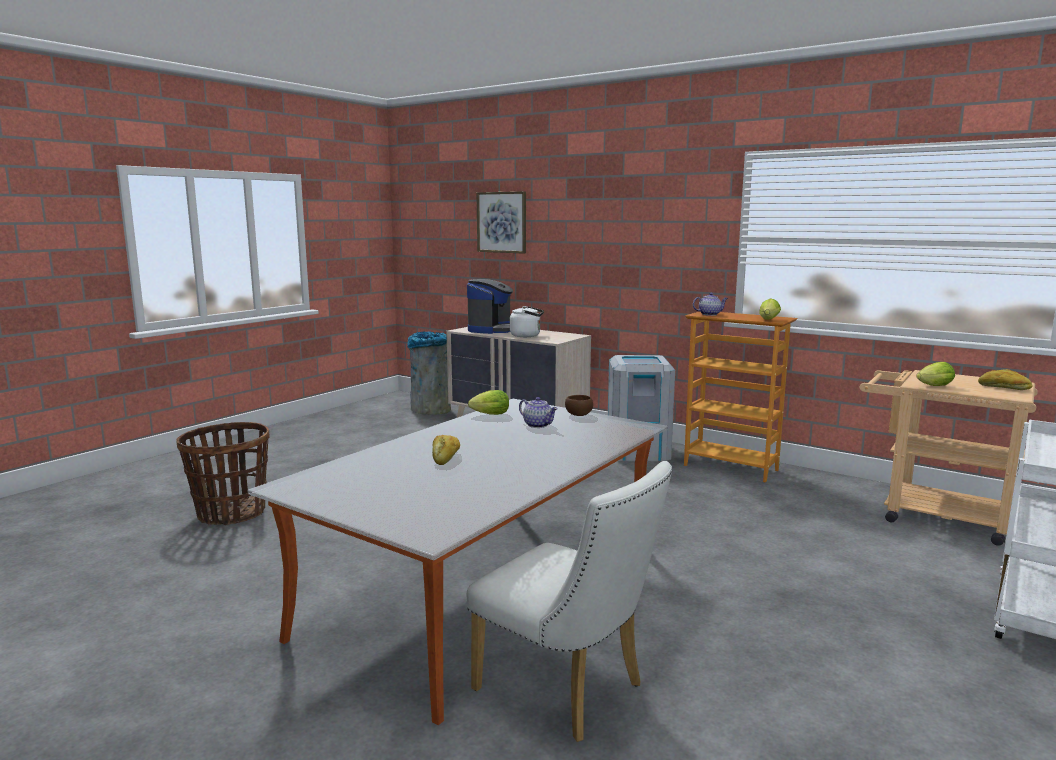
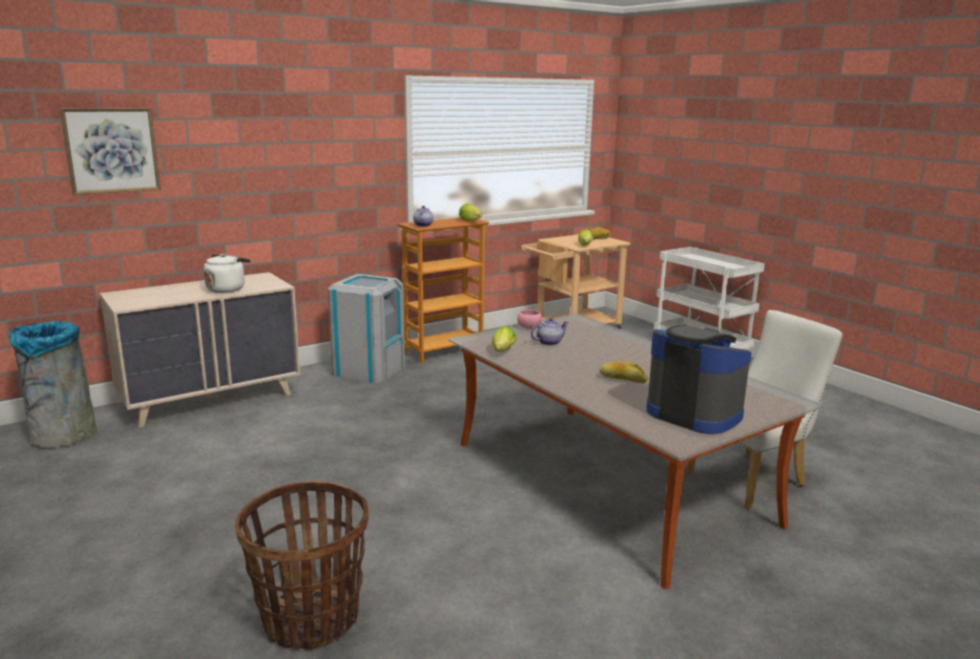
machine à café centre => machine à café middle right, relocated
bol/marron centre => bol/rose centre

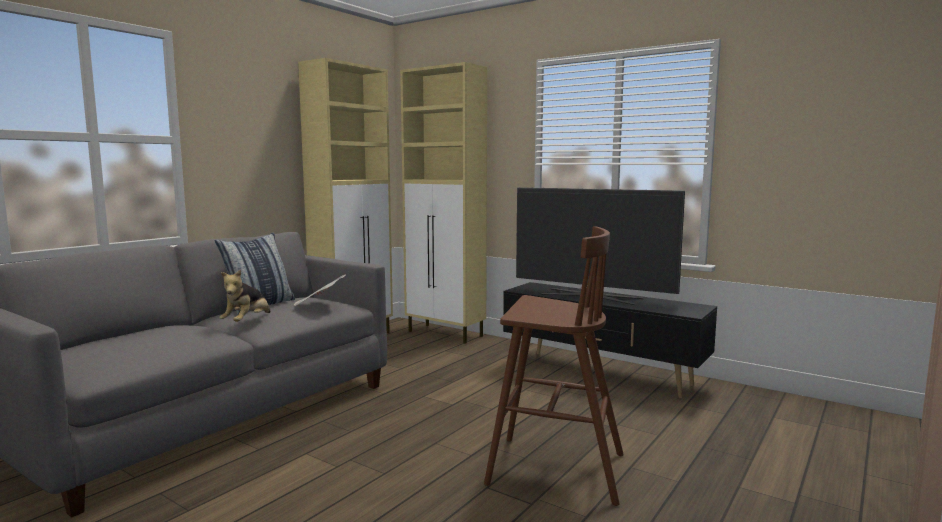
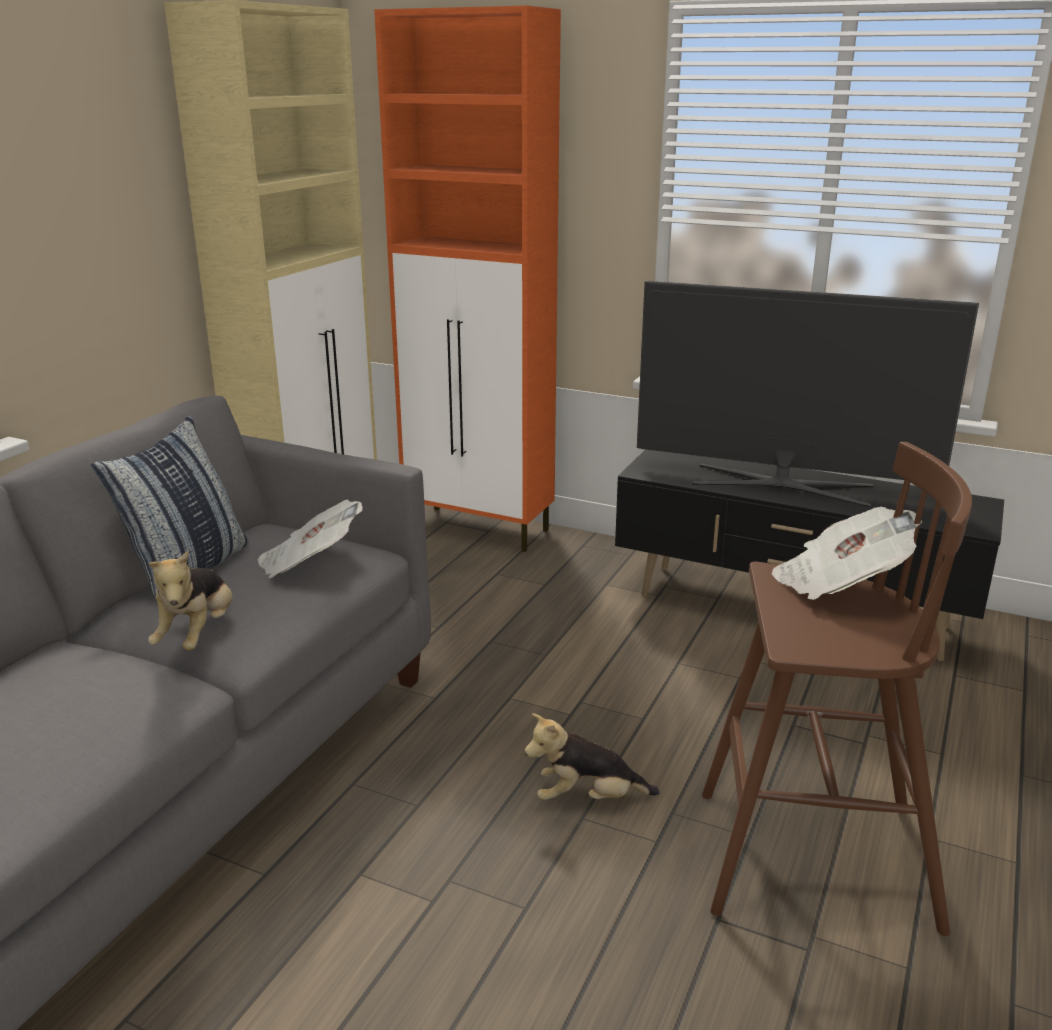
nothing => peluche (no. 2 from left) bottom centre
nothing => journal (no. 2 from left) middle right
meuble de rangement/beige (no. 2 from left) centre => meuble de rangement/orange top centre

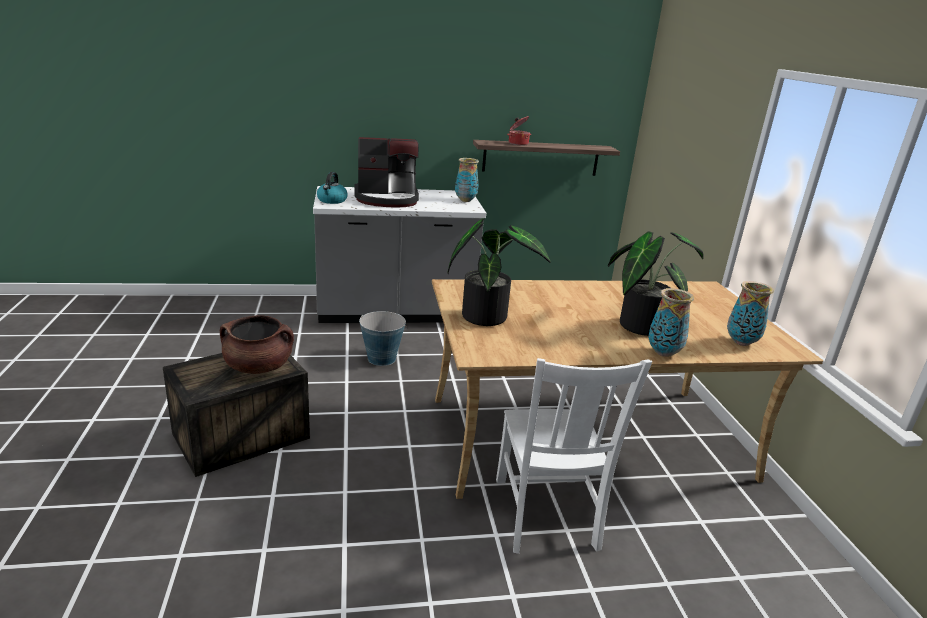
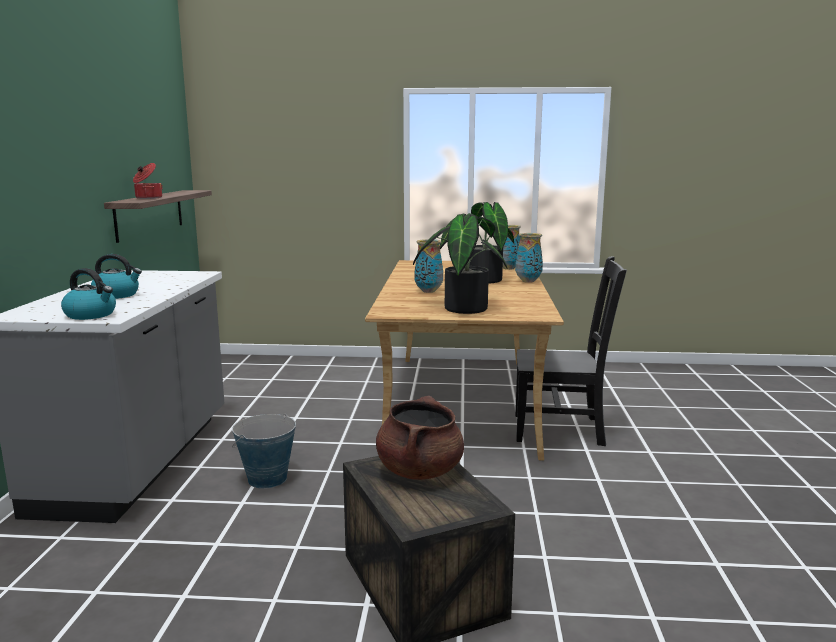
vase (no. 1 from left) top centre => vase (no. 1 from left) centre, relocated
machine à café top centre => bouilloire (no. 2 from left) middle left
chaise/blanc bottom centre => chaise/noir middle right

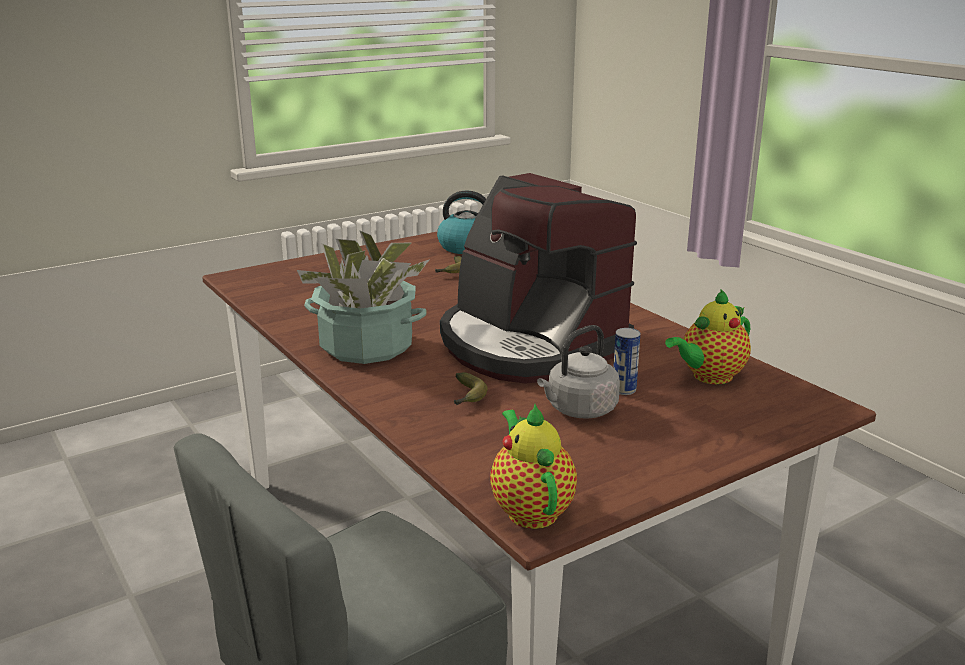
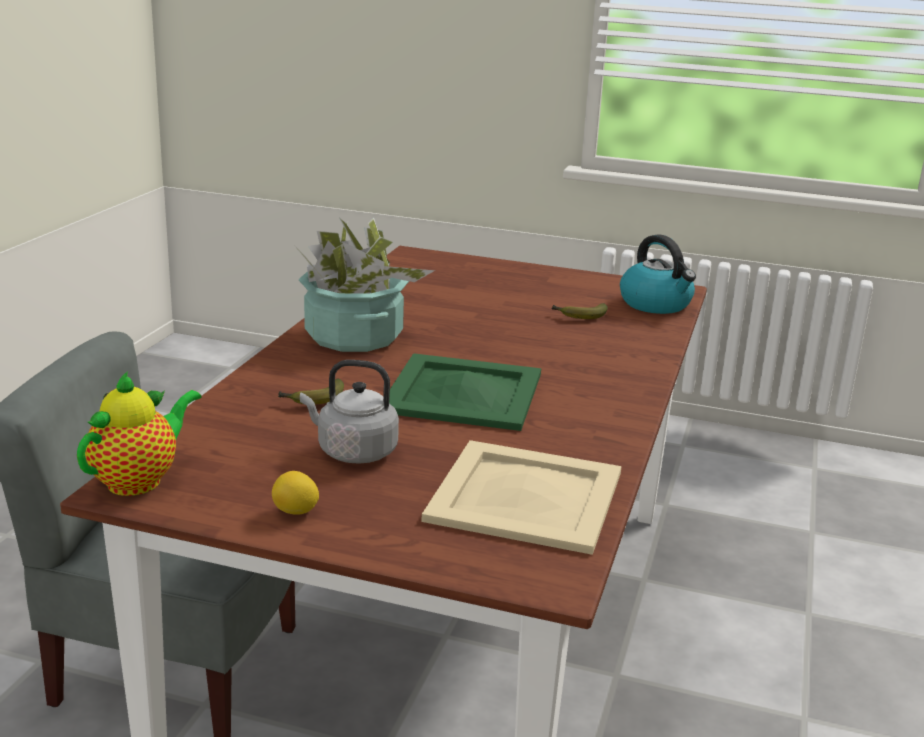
boîte métallique centre => nothing
nothing => citron bottom left
machine à café centre => plateau/vert centre
théière (no. 2 from left) middle right => plateau/beige bottom centre

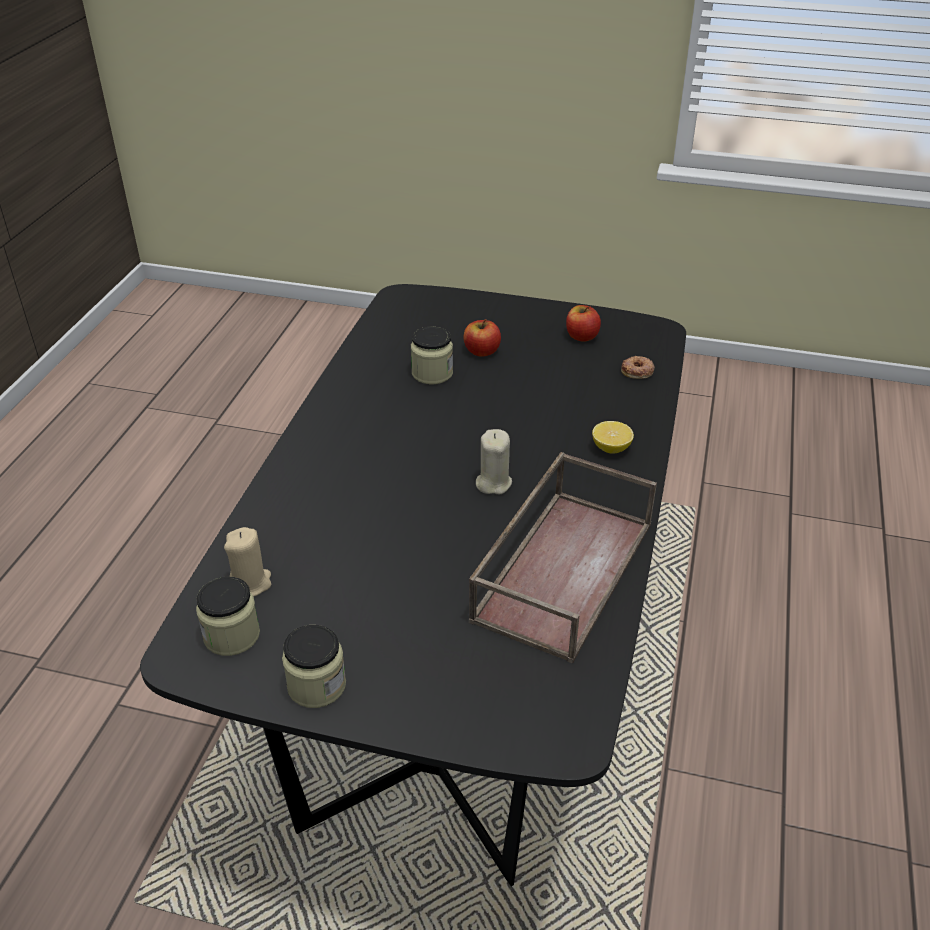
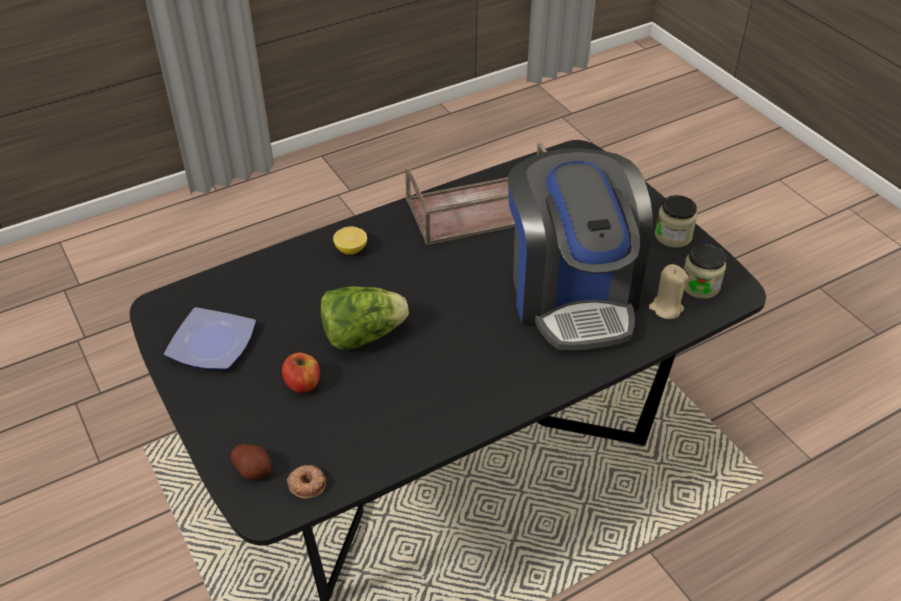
bocal (no. 3 from left) centre => nothing
bougie/beige (no. 2 from left) centre => nothing
nothing => pomme de terre bottom left
nothing => laitue centre
nothing => machine à café centre
beignet middle right => beignet bottom centre, relocated
pomme (no. 2 from left) centre => assiette middle left

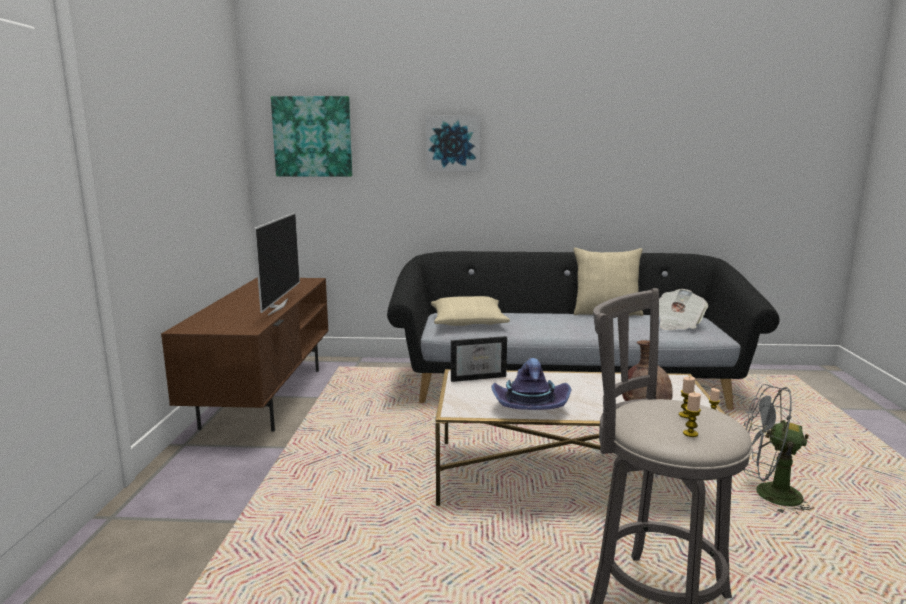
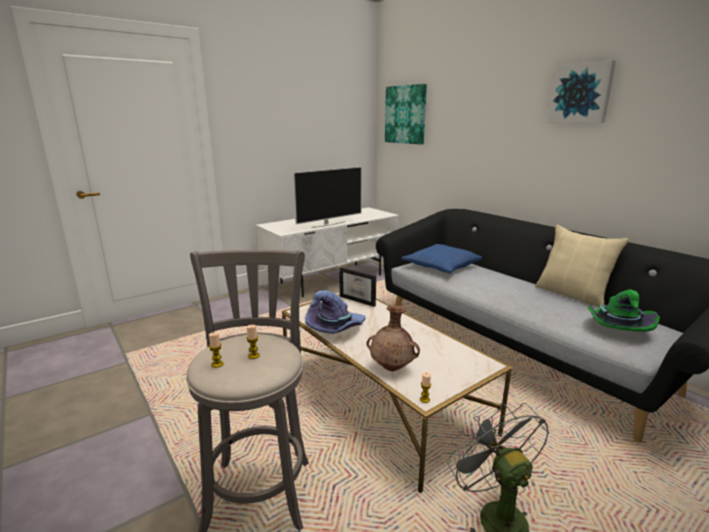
tableau (no. 2 from left) top centre => tableau (no. 2 from left) top right, relocated
journal middle right => chapeau/vert middle right
meuble télé/marron middle left => meuble télé/blanc centre
coussin/beige (no. 1 from left) centre => coussin/bleu centre

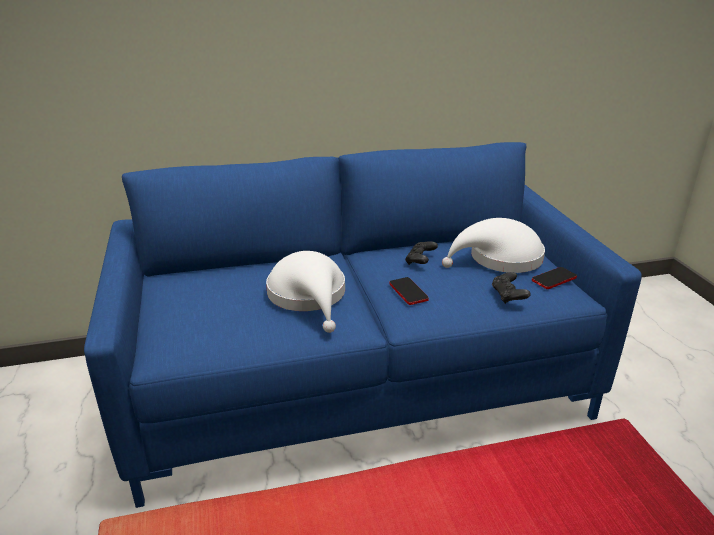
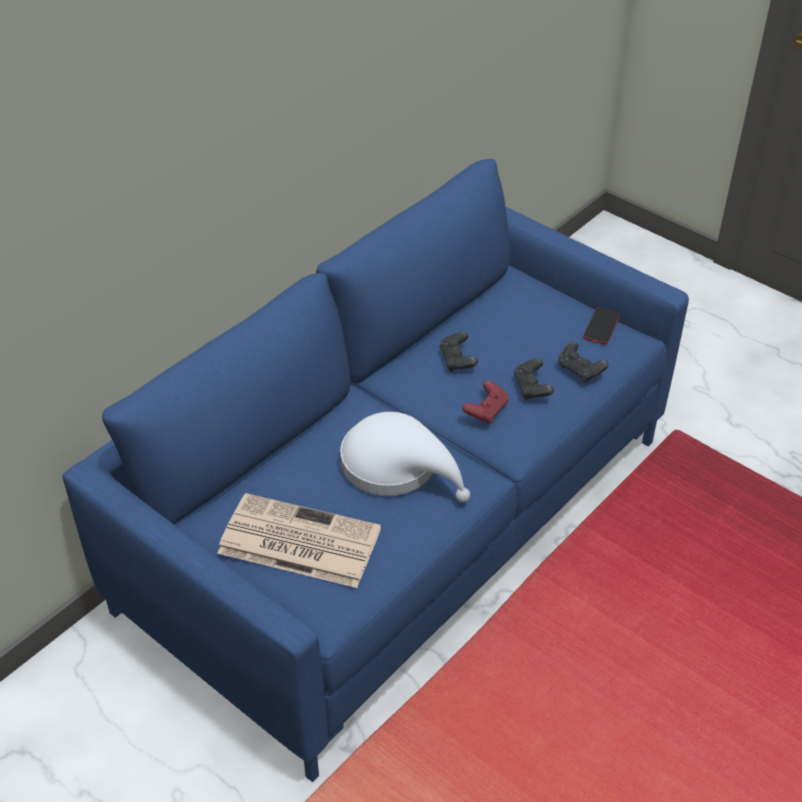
chapeau/blanc (no. 2 from left) middle right => nothing
nothing => journal bottom centre
nothing => manette/noir (no. 2 from left) centre
téléphone (no. 1 from left) centre => manette/rouge centre

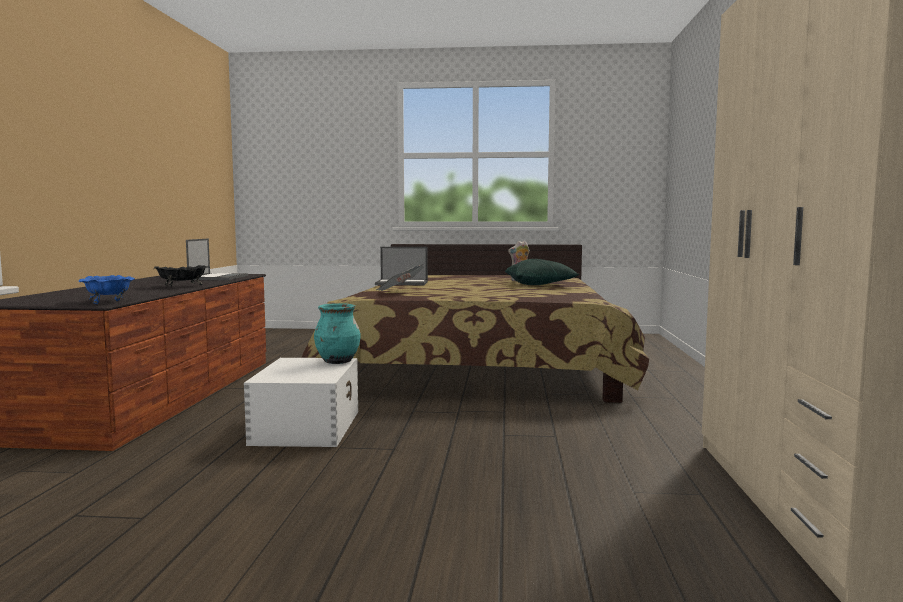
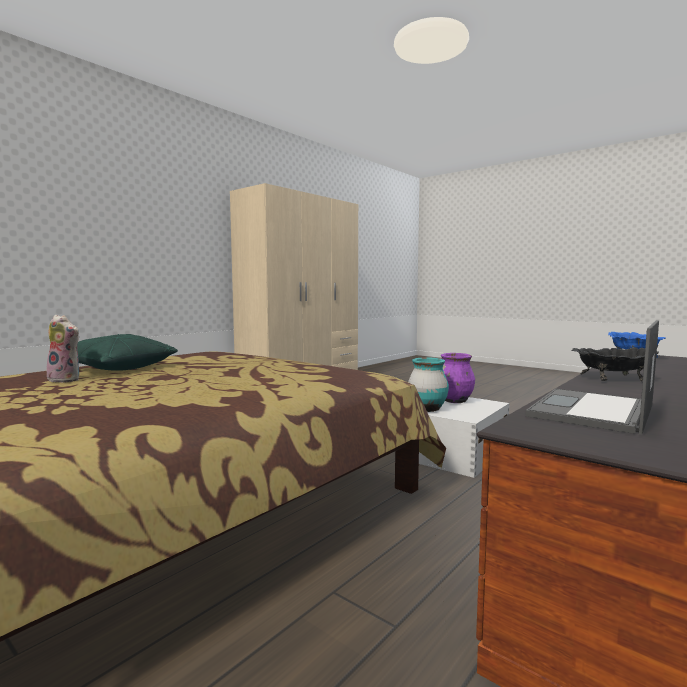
ordinateur portable (no. 2 from left) centre => nothing
journal centre => nothing
nothing => vase/violet middle right

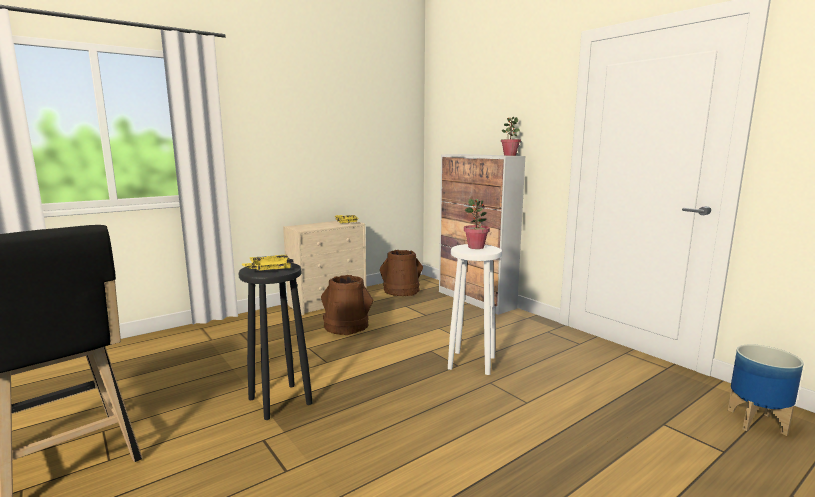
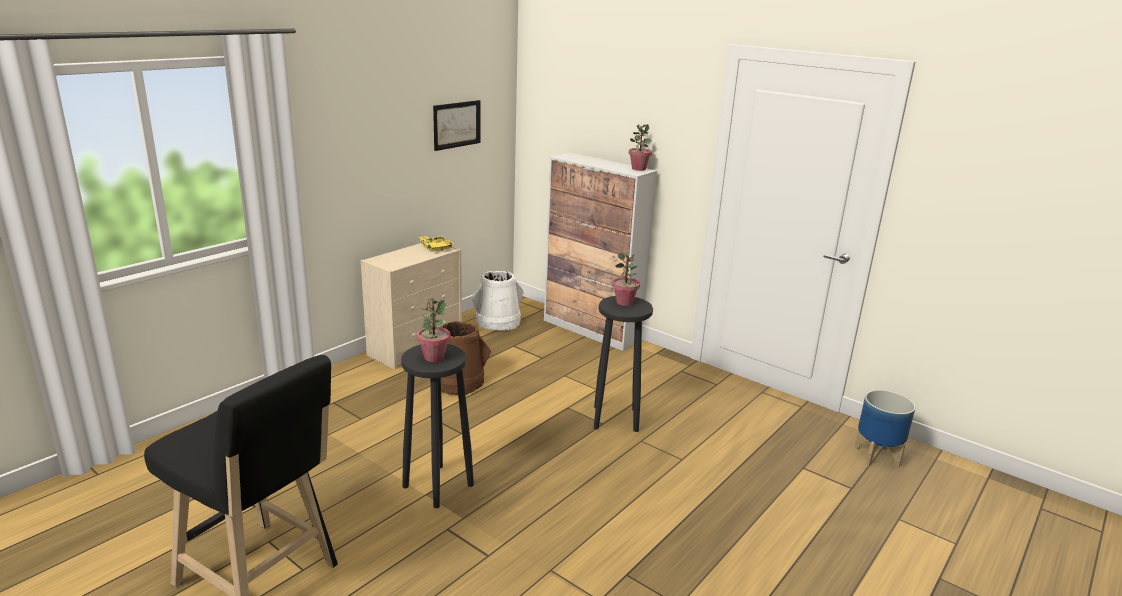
nothing => tableau top centre
plateau/jaune (no. 1 from left) middle left => plante en pot (no. 1 from left) centre
seau/marron (no. 2 from left) centre => seau/blanc centre
tabouret/blanc centre => tabouret/noir (no. 3 from left) centre

